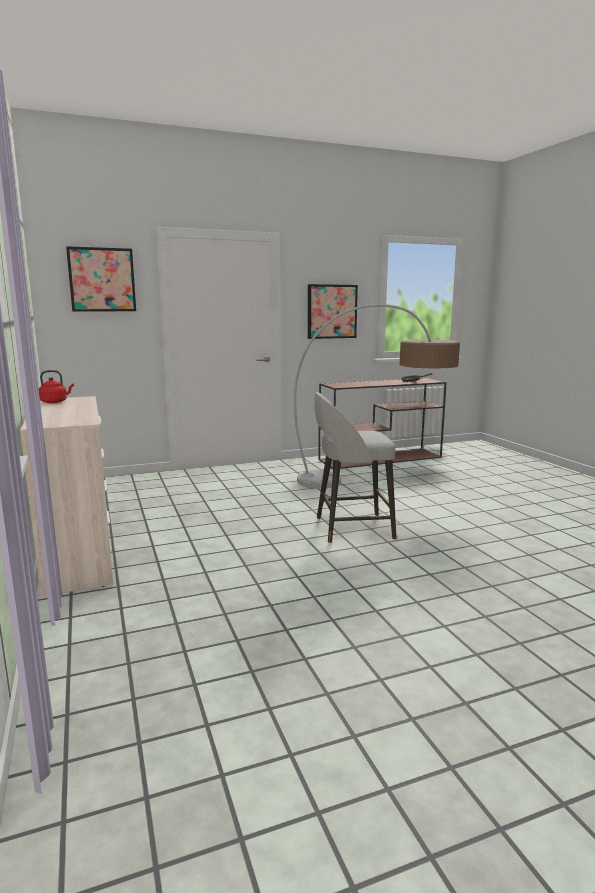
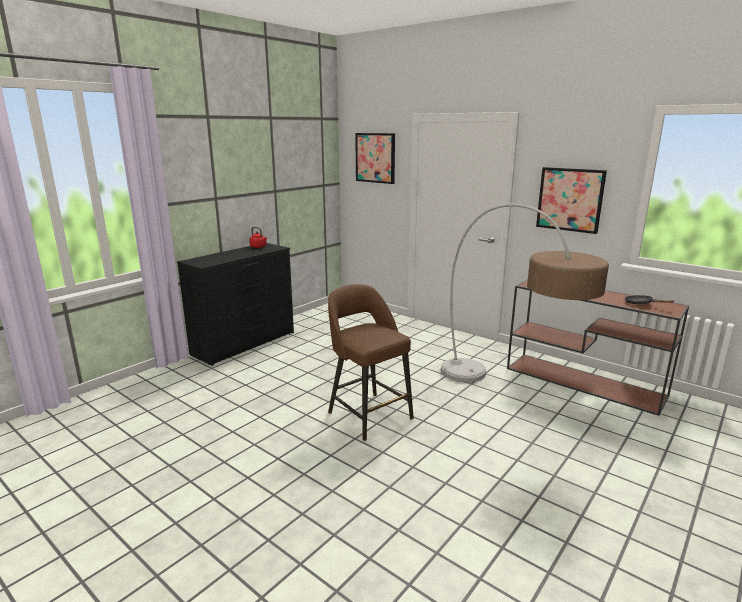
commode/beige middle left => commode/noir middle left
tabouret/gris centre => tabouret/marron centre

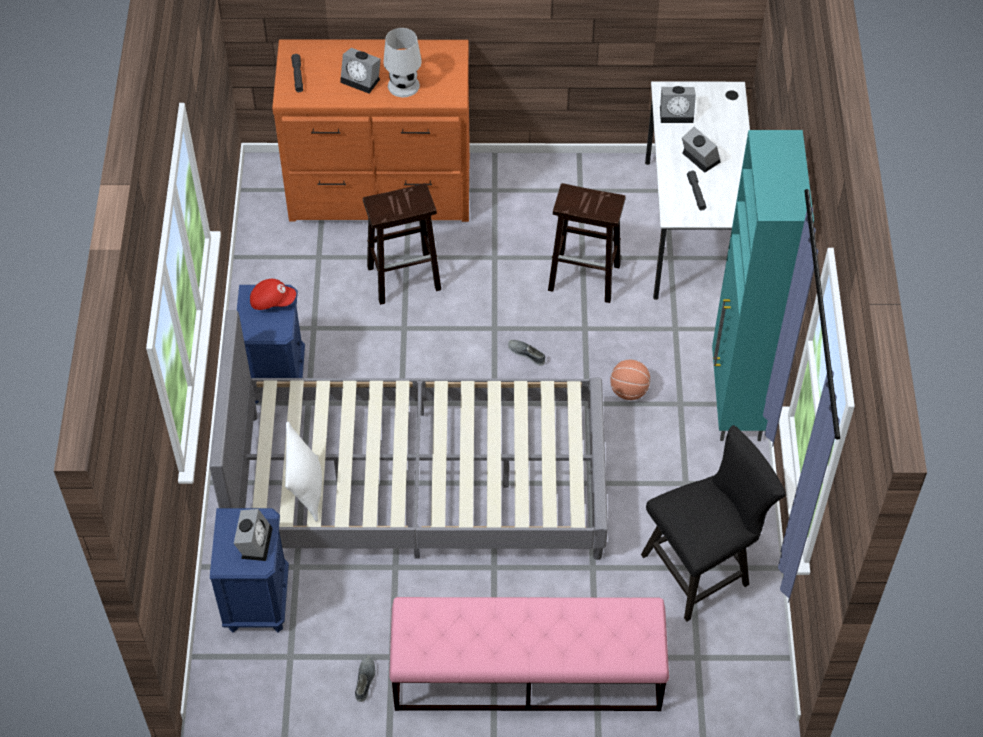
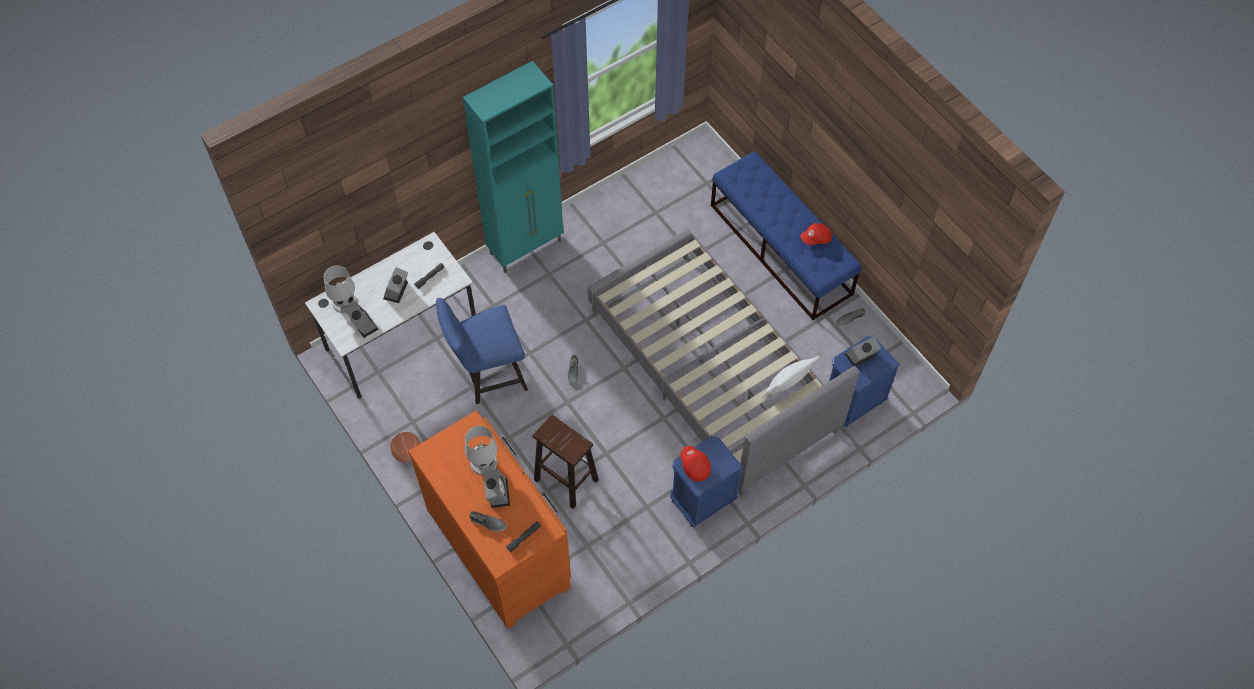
chaise/noir bottom right => nothing
nothing => lampe de table/blanc (no. 1 from left) middle left
nothing => chaussure/gris (no. 1 from left) bottom centre
nothing => casquette/rouge (no. 2 from left) centre
ballon de basket centre => ballon de basket middle left, relocated
tabouret/marron (no. 2 from left) top centre => chaise/bleu centre
banc/rose bottom centre => banc/bleu centre

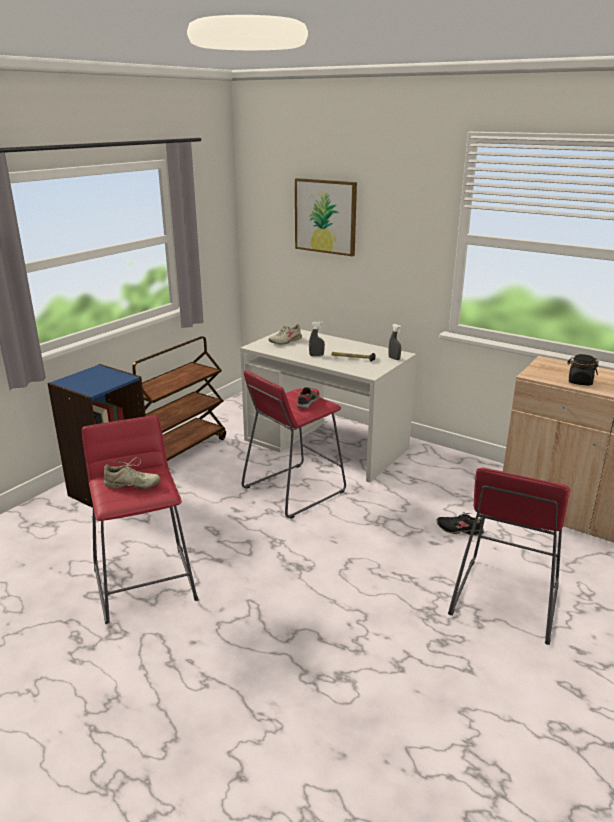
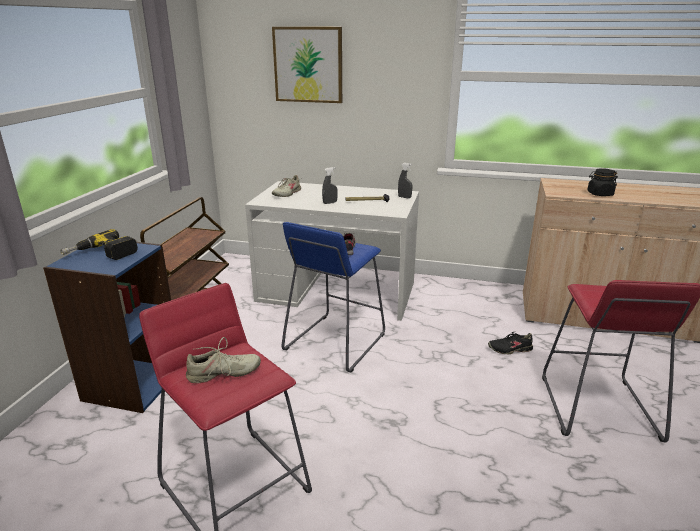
nothing => perceuse middle left
tabouret/rouge (no. 2 from left) centre => tabouret/bleu centre

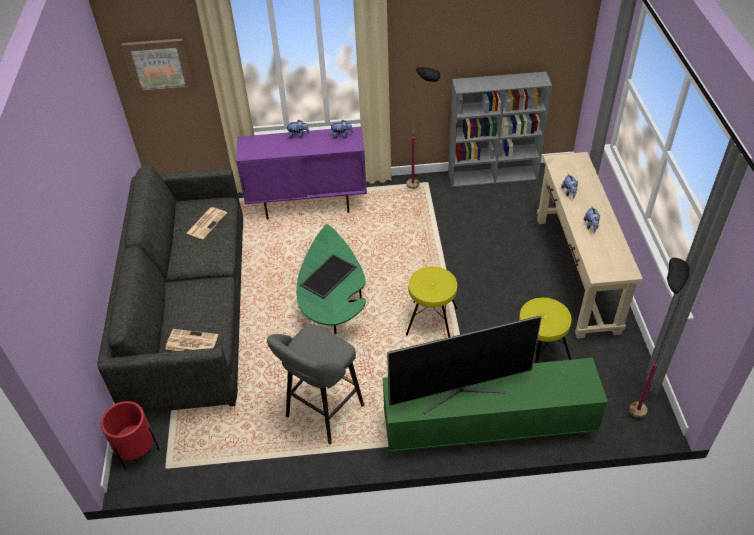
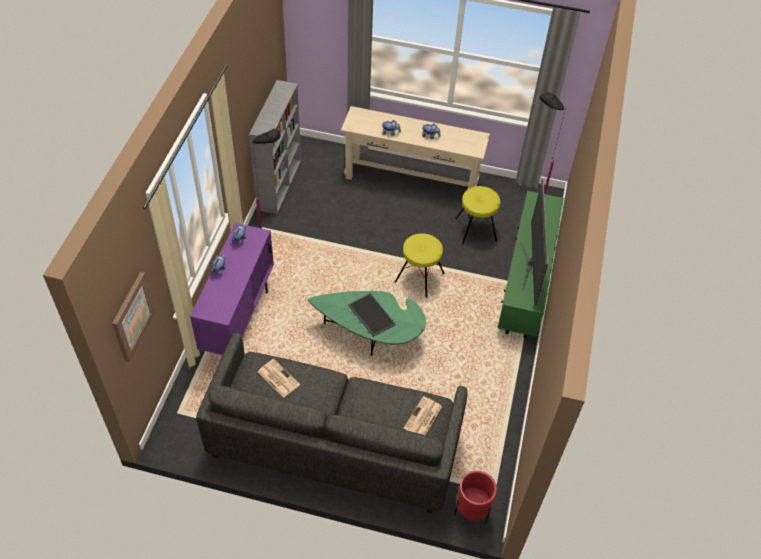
tabouret/gris bottom centre => nothing

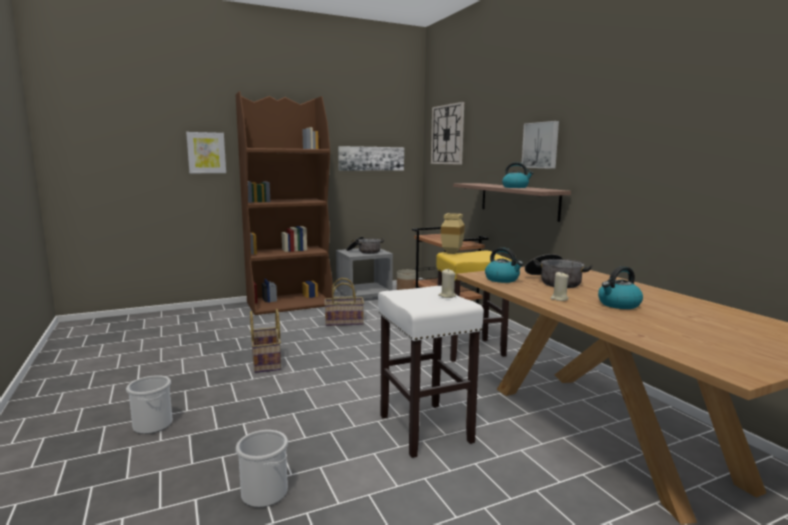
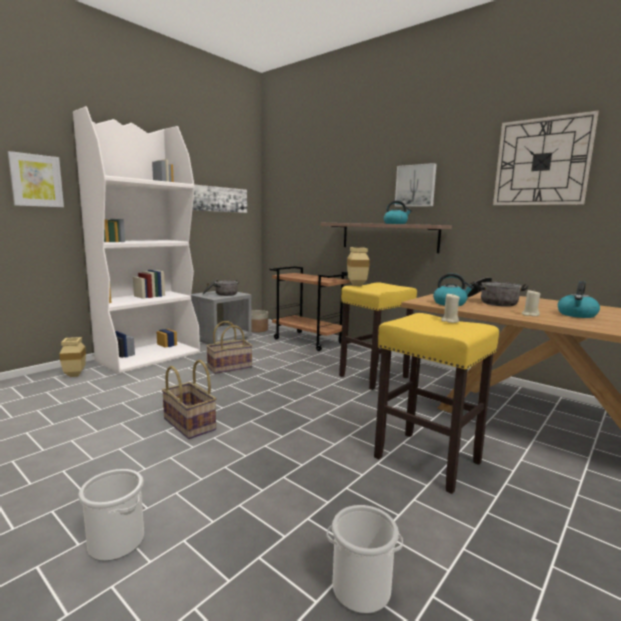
nothing => vase/beige (no. 1 from left) middle left
horloge murale top centre => horloge murale top right, relocated
bibliothèque/marron centre => bibliothèque/blanc middle left
tabouret/blanc bottom centre => tabouret/jaune (no. 2 from left) middle right

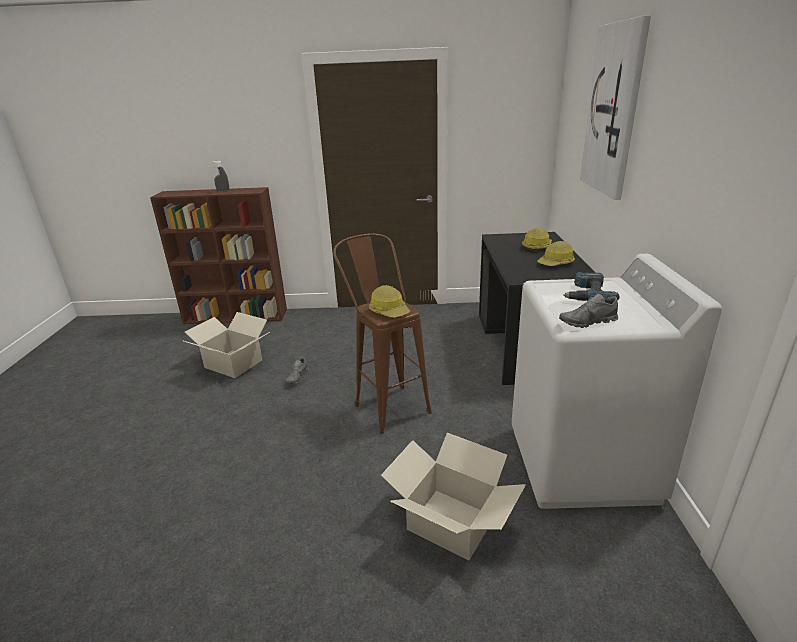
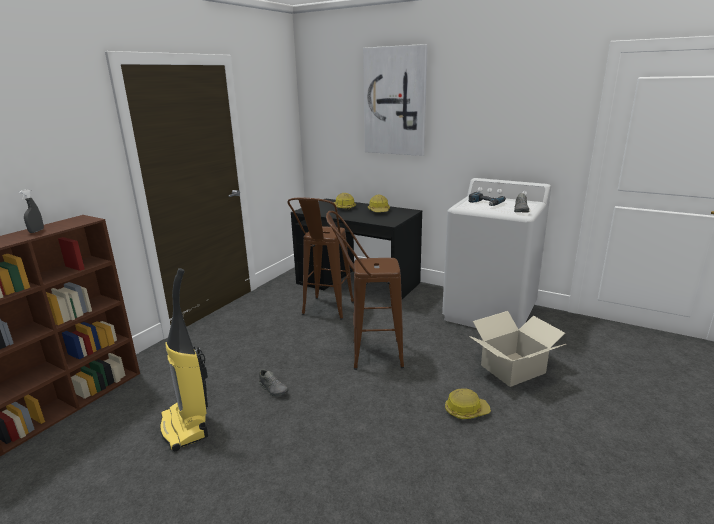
nothing => tabouret/marron (no. 1 from left) centre
casque de chantier (no. 1 from left in the first image) centre => casque de chantier (no. 3 from left) bottom centre, relocated
carton (no. 1 from left) middle left => aspirateur bottom left

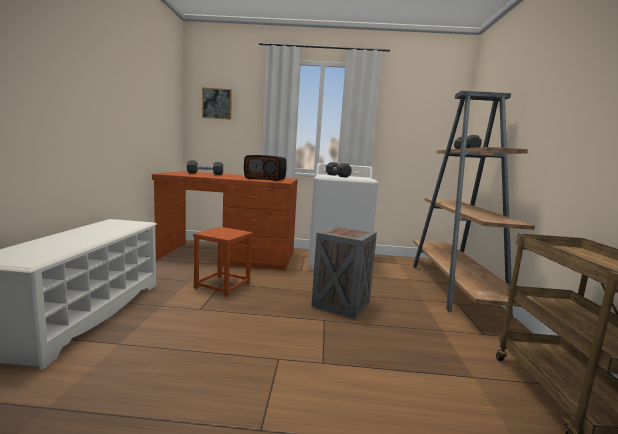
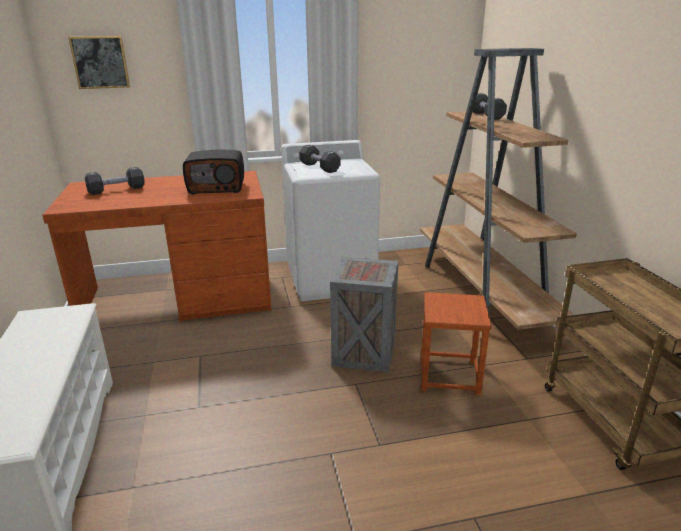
tabouret/marron centre => tabouret/marron middle right, relocated

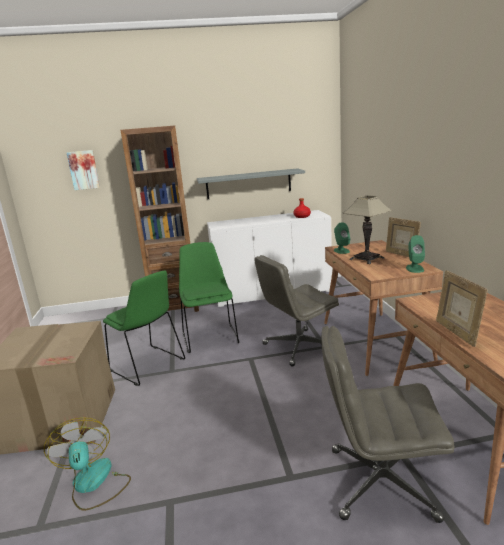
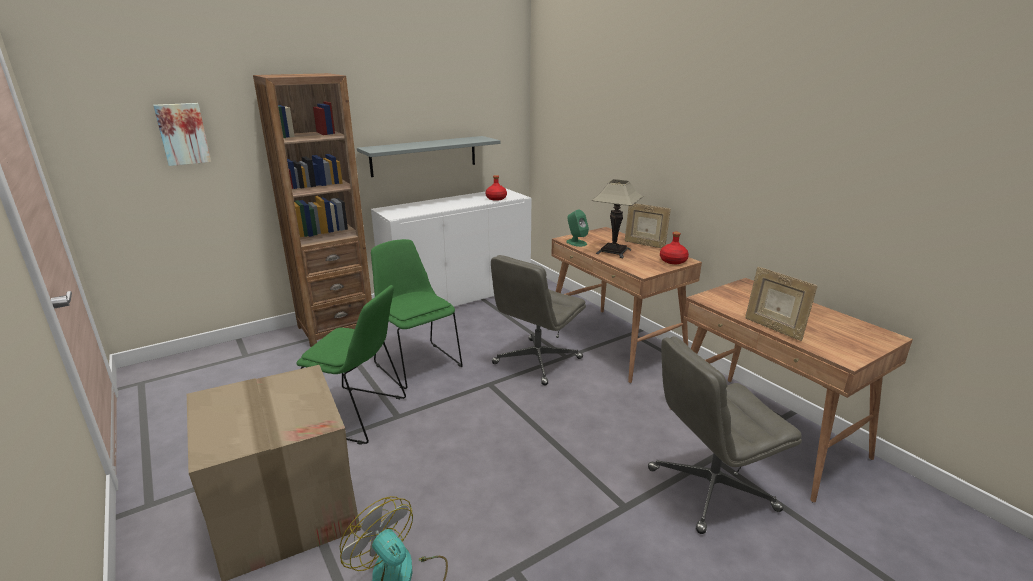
enceinte/vert (no. 2 from left) middle right => bouteille/rouge (no. 2 from left) centre

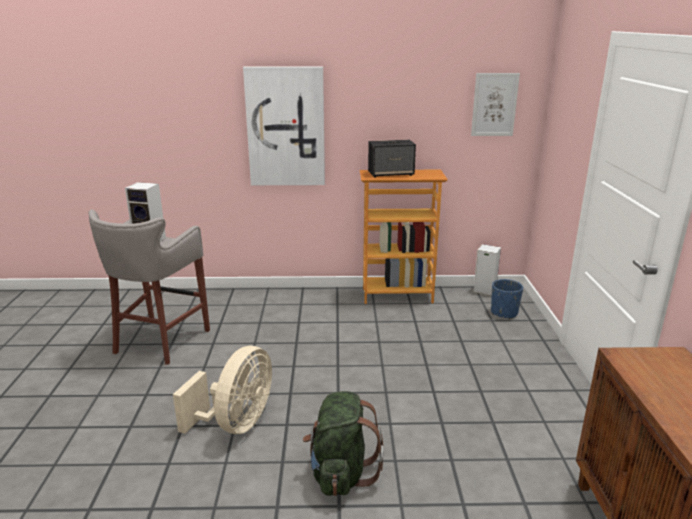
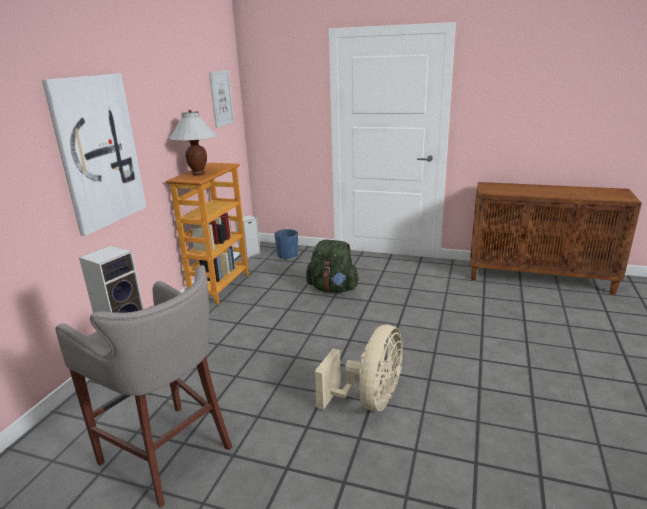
sac à dos/vert bottom centre => sac à dos/vert centre, relocated
enceinte (no. 2 from left) top centre => lampe de table/blanc top left
ventilateur/beige bottom left => ventilateur/beige bottom centre, 75 degrees clockwise

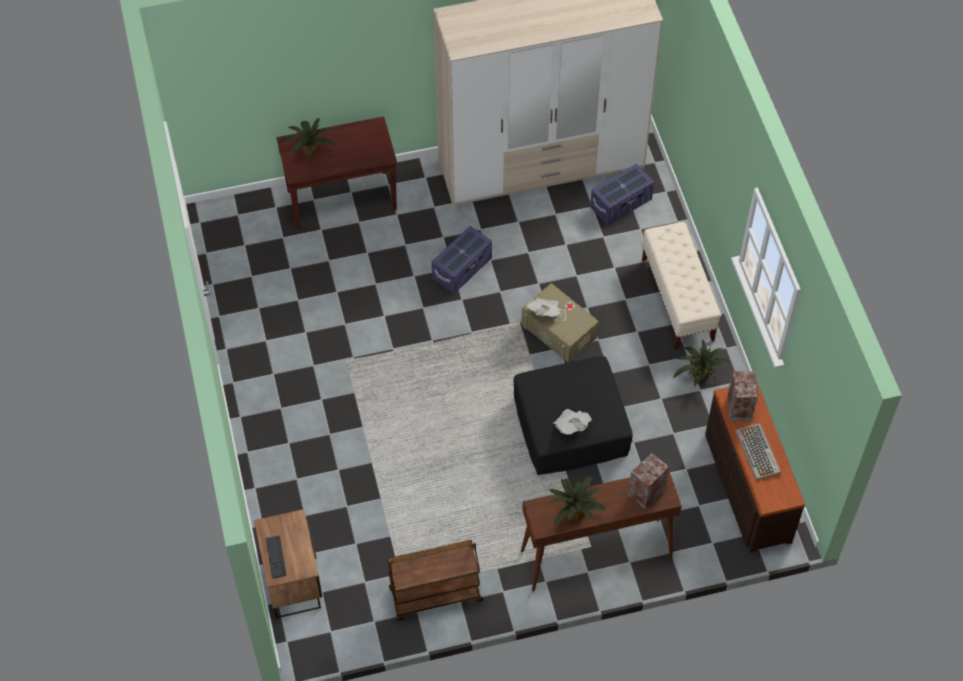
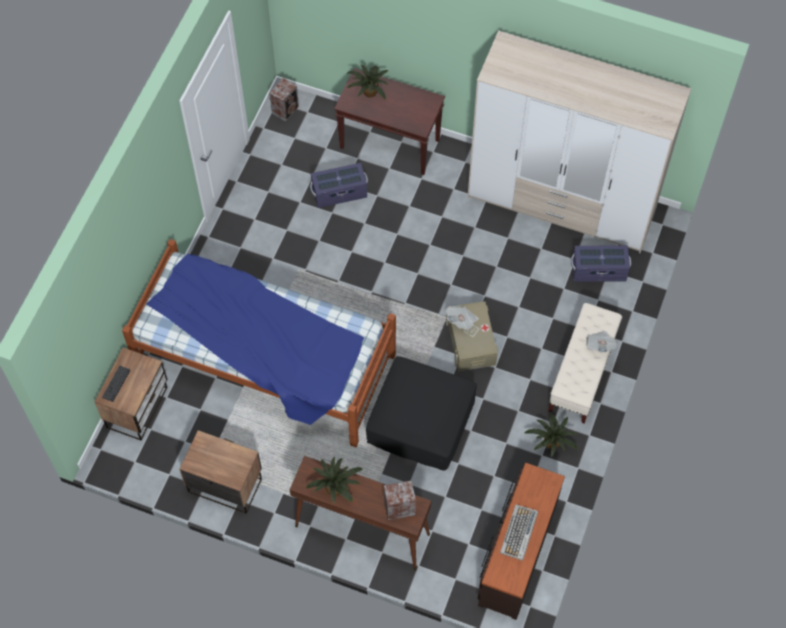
nothing => lit middle left
boîte de rangement/violet (no. 1 from left) centre => boîte de rangement/violet (no. 1 from left) top centre, relocated
journal (no. 2 from left) centre => journal (no. 2 from left) middle right, relocated
enceinte (no. 2 from left in the first image) middle right => enceinte (no. 1 from left) top centre, relocated
chariot/marron bottom centre => table de chevet (no. 2 from left) bottom left

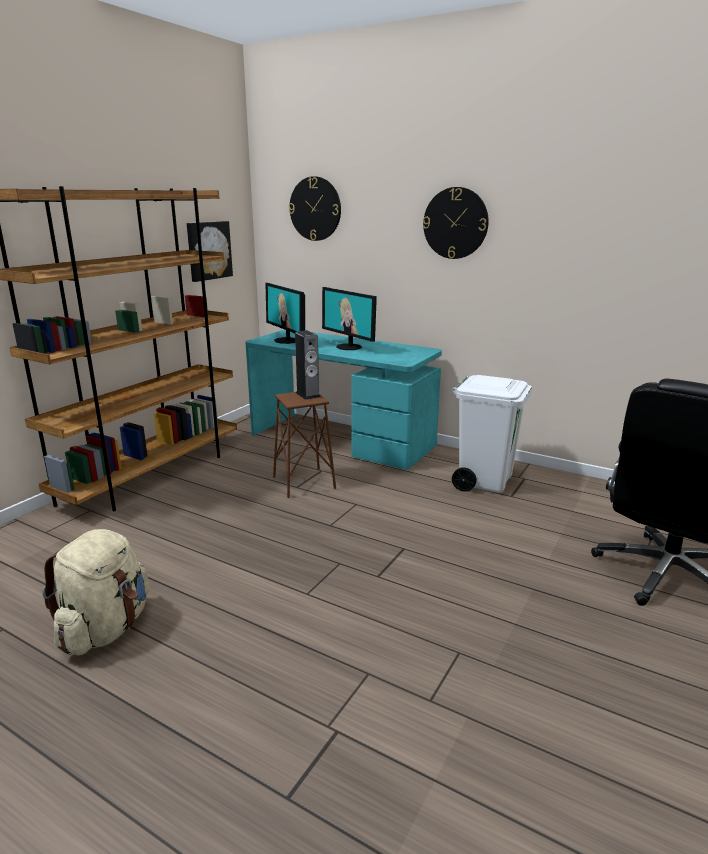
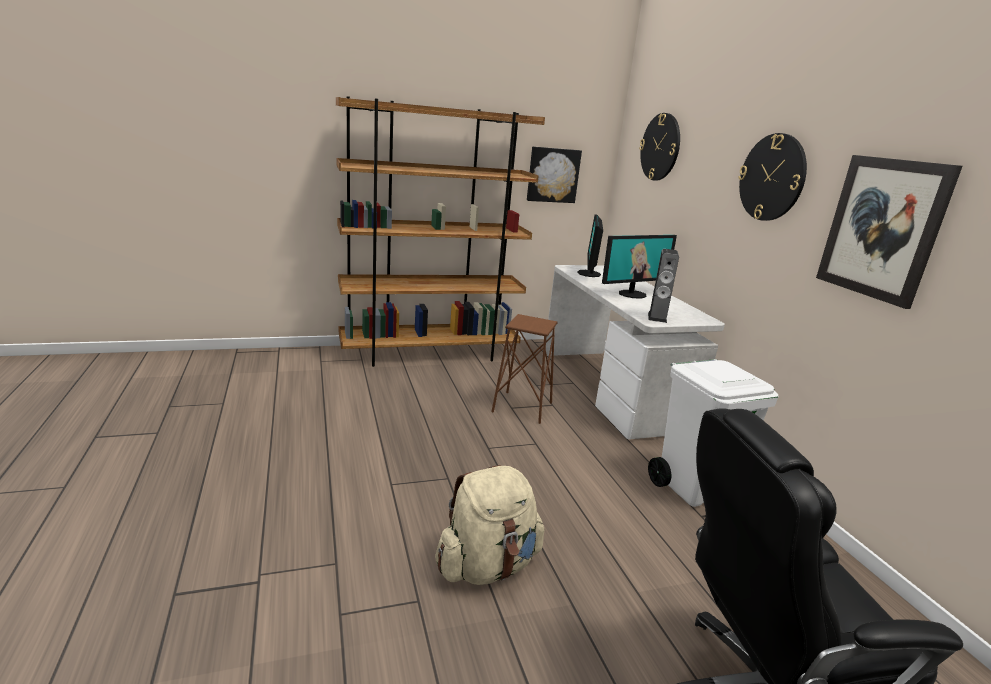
nothing => tableau (no. 2 from left) middle right
sac à dos/beige bottom left => sac à dos/beige bottom centre, relocated
enceinte centre => enceinte middle right, relocated
bureau/turquoise centre => bureau/blanc centre
écran d'ordinateur (no. 2 from left) centre, 120 degrees counterclockwise

